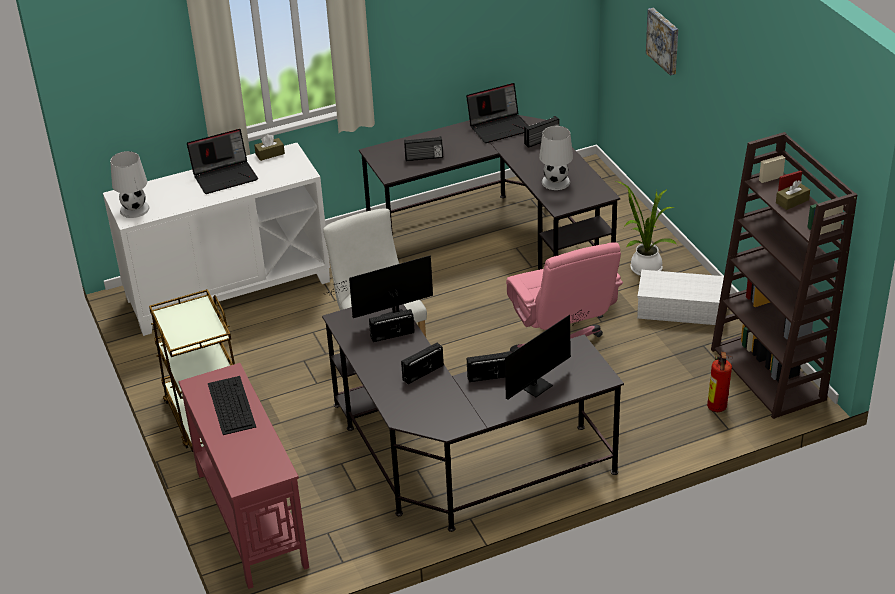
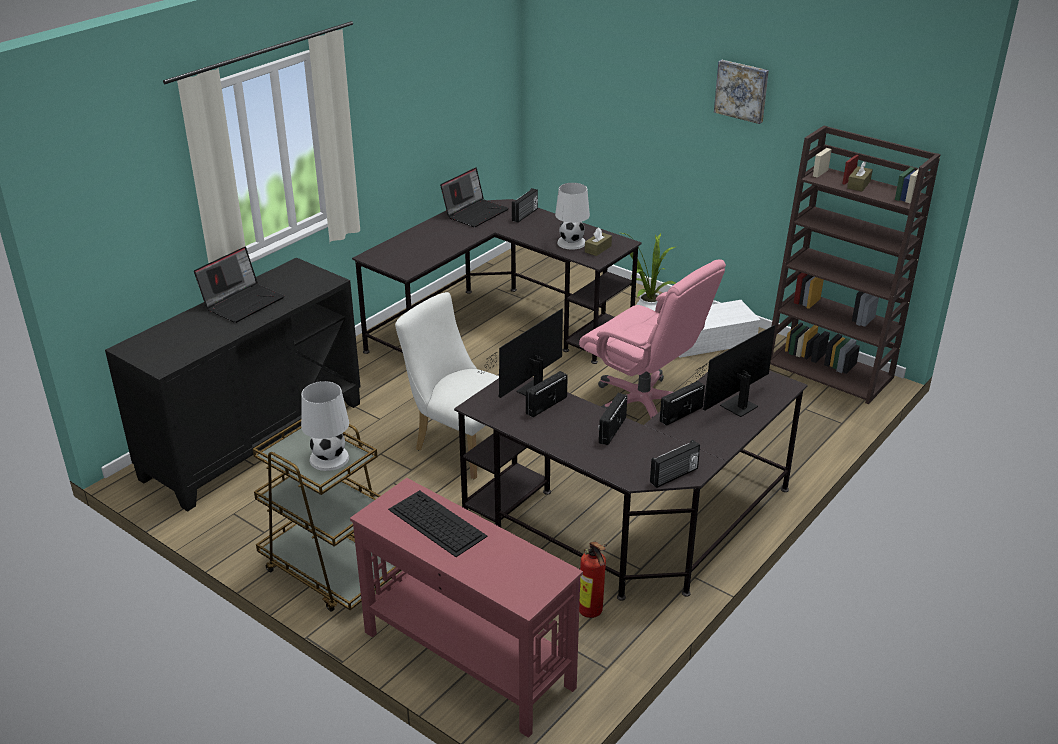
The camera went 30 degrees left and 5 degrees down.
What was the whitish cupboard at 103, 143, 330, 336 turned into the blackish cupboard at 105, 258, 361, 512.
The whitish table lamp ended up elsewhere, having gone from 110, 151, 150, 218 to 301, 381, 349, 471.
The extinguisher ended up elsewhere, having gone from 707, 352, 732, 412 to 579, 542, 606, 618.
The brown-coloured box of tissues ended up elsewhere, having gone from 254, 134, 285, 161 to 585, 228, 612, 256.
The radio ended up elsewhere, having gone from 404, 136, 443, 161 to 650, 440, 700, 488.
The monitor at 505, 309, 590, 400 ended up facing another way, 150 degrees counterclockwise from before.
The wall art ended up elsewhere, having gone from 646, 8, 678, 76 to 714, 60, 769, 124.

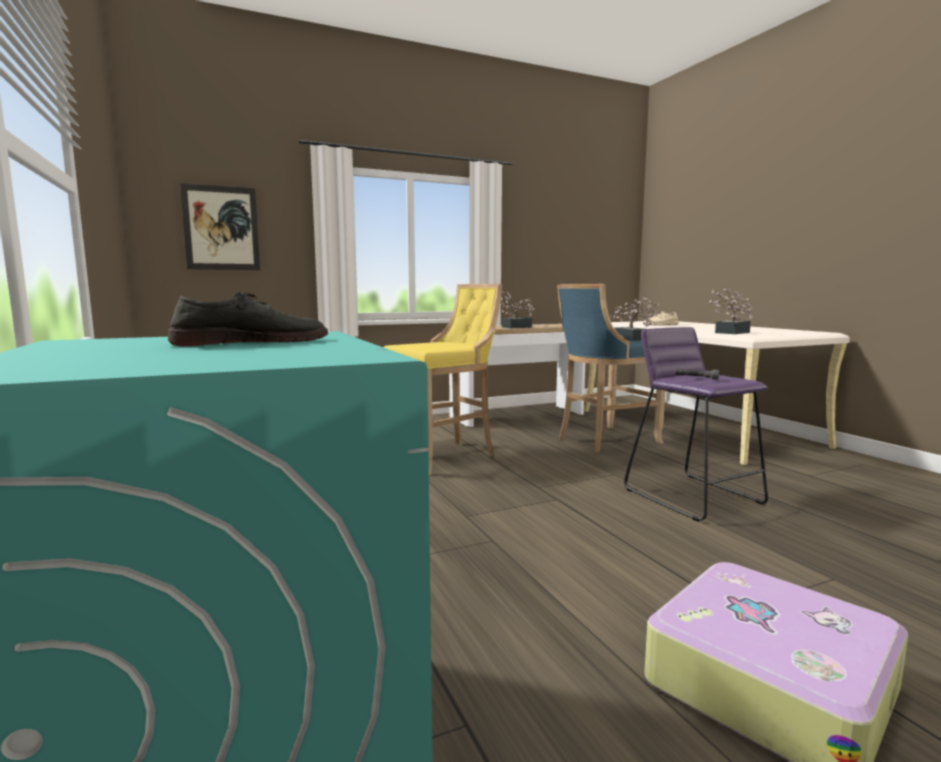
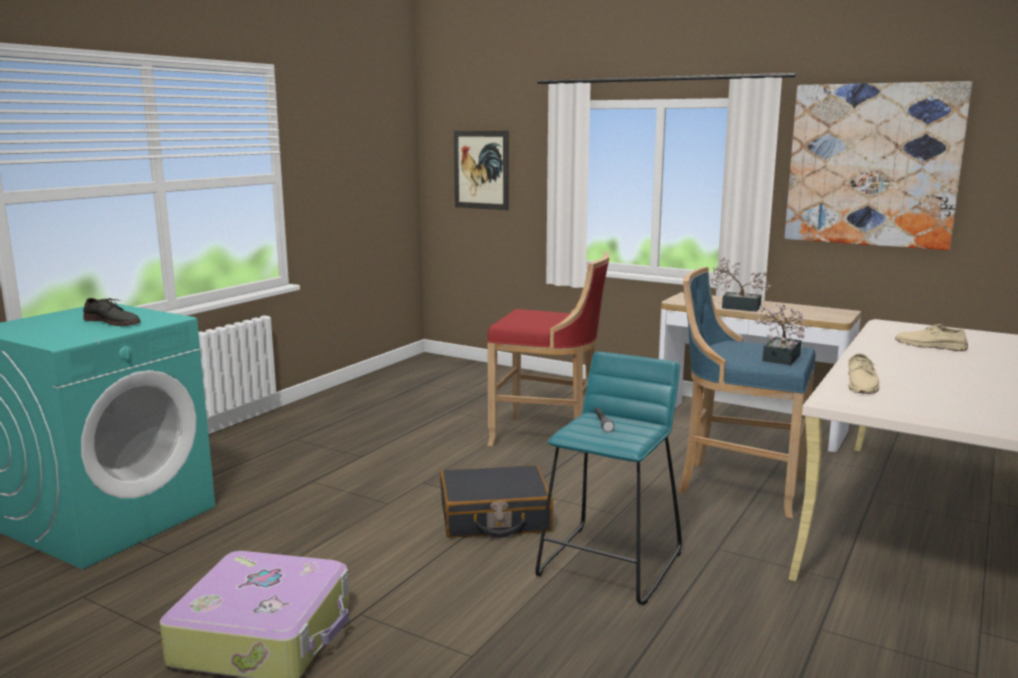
The camera went 55 degrees right and 5 degrees up.
The second view gained the blackish suitcase at 440, 465, 553, 538.
What was the yellowish sitting stool at 383, 284, 502, 475 turned into the red-coloured sitting stool at 487, 252, 610, 453.
What was the purplish sitting stool at 624, 327, 768, 522 turned into the blue-green sitting stool at 535, 352, 682, 605.
The second view gained the wall art at 784, 81, 972, 250.
Where the houseplant stood at 709, 288, 753, 334, the beige item of footwear came to stand at 848, 353, 879, 394.

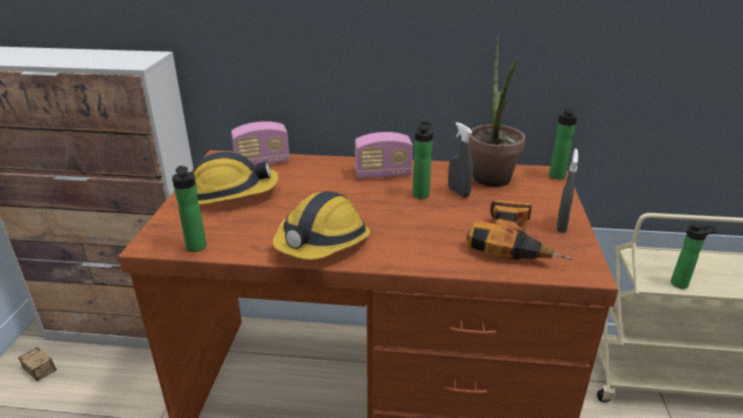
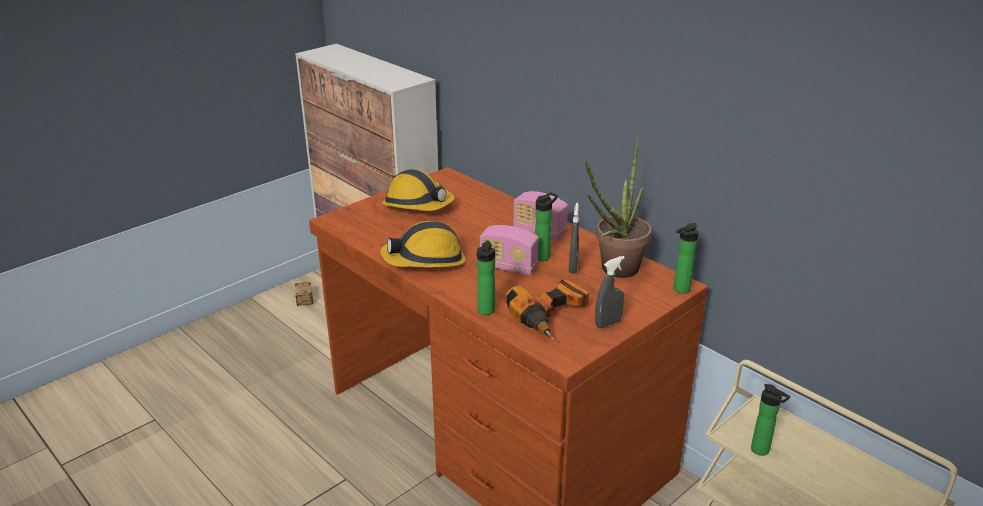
The camera went 40 degrees right and 0 degrees up.
The drink bottle ended up elsewhere, having gone from 172, 166, 207, 252 to 477, 241, 495, 315.
The radio ended up elsewhere, having gone from 231, 121, 290, 166 to 480, 225, 539, 275.

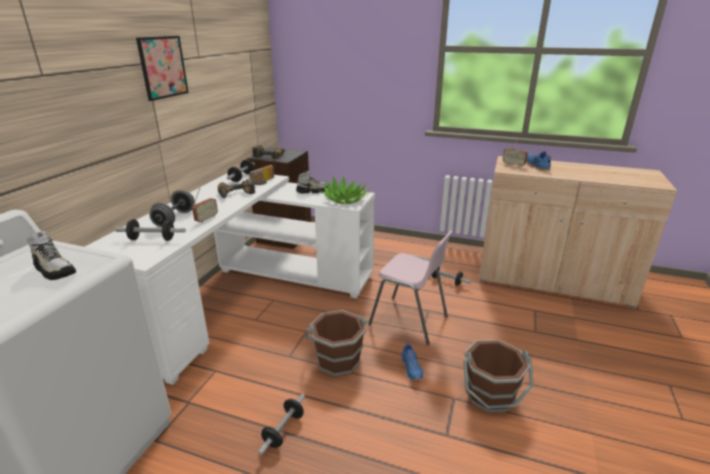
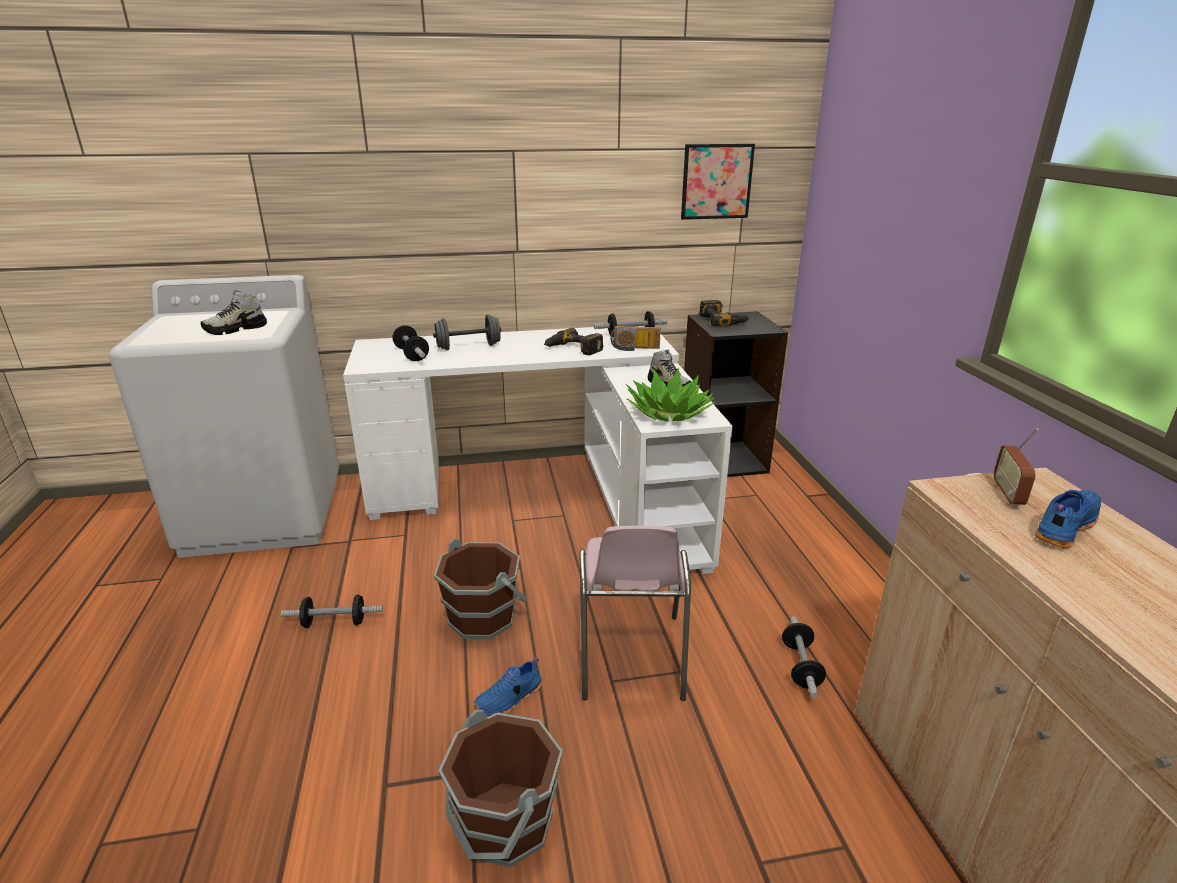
The camera went 60 degrees right and 0 degrees up.
The item of footwear at 27, 231, 76, 280 ended up facing another way, 45 degrees clockwise from before.
The wall art ended up elsewhere, having gone from 136, 36, 189, 101 to 681, 144, 755, 220.
The second view lost the radio at 192, 188, 218, 223.

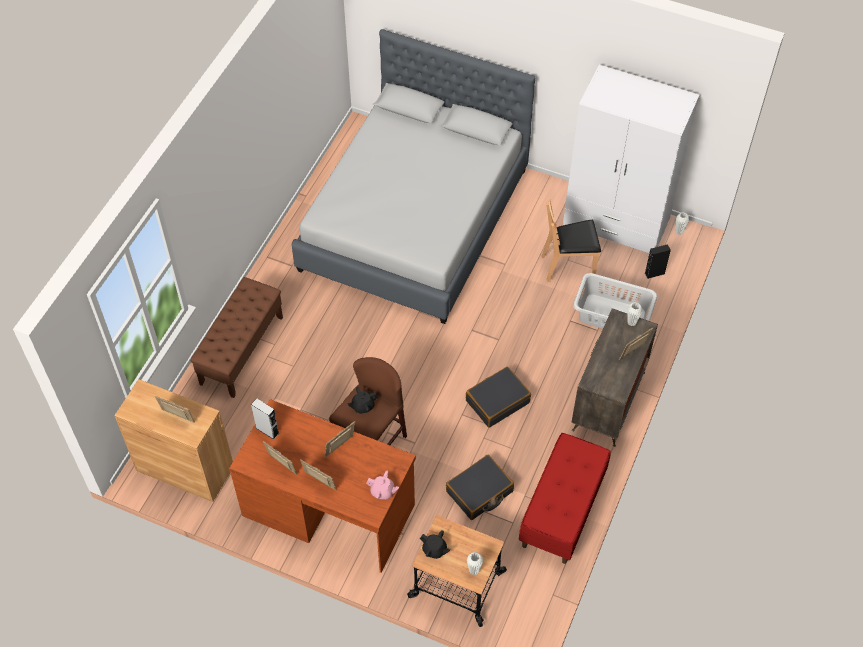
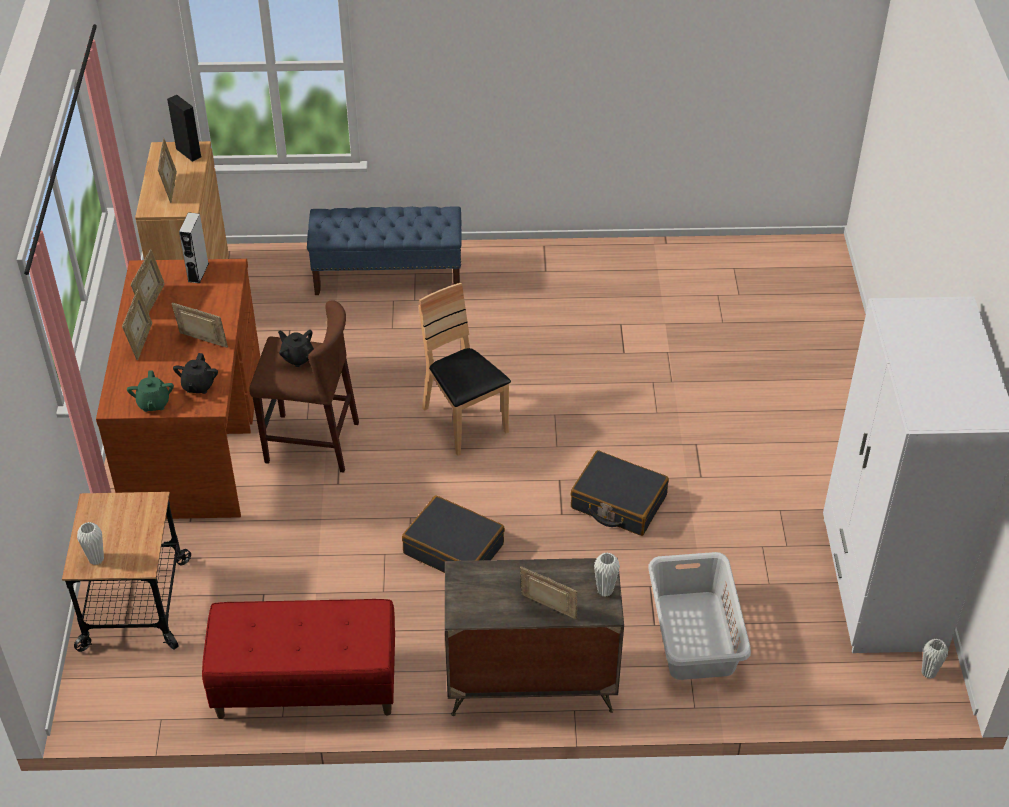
The camera went 65 degrees right and 10 degrees down.
What was the pink-coloured pot for tea at 366, 470, 399, 499 turned into the greenish pot for tea at 127, 370, 174, 412.
The blackish audio speaker ended up elsewhere, having gone from 645, 244, 671, 279 to 167, 95, 201, 162.
The blackish pot for tea ended up elsewhere, having gone from 420, 530, 450, 559 to 173, 353, 218, 394.
What was the brown-coloured long seat at 190, 277, 283, 398 turned into the blue-coloured long seat at 307, 206, 462, 295.
The brown-coloured chair ended up elsewhere, having gone from 542, 198, 601, 282 to 418, 283, 511, 456.
The blackish suitcase ended up elsewhere, having gone from 446, 455, 514, 520 to 571, 450, 669, 536.
The second view lost the gray sleeping bed at 292, 29, 535, 324.

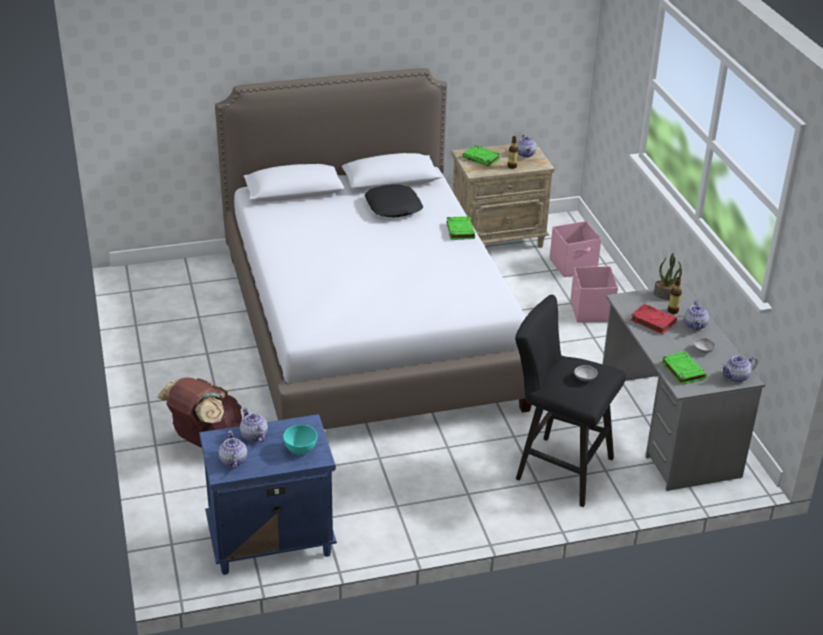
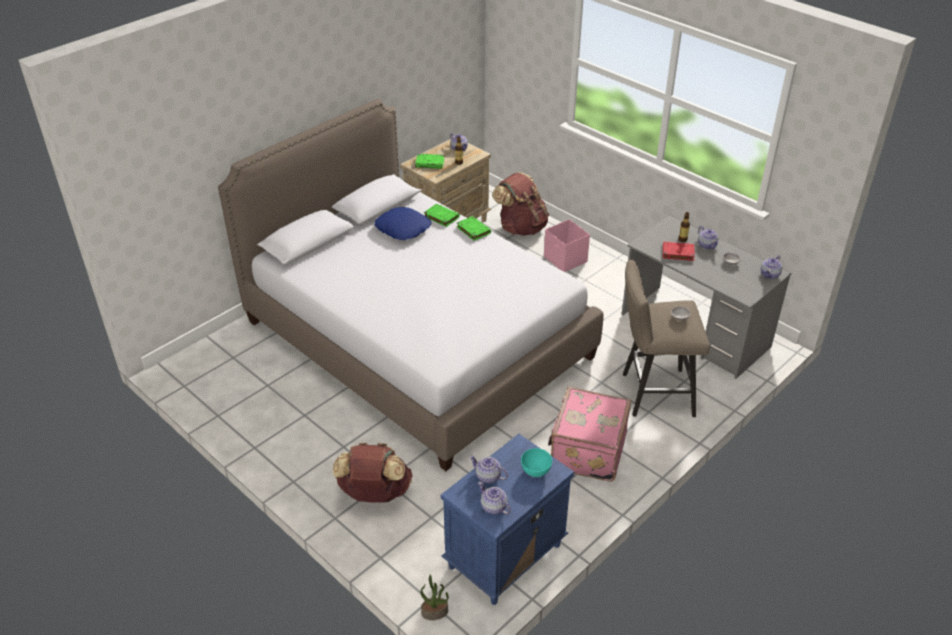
The camera went 30 degrees left and 5 degrees up.
What was the blackish pillow at 365, 184, 423, 217 turned into the blue-coloured pillow at 374, 207, 432, 240.
The houseplant ended up elsewhere, having gone from 654, 253, 682, 300 to 421, 575, 449, 620.
The greenish book ended up elsewhere, having gone from 661, 351, 707, 385 to 424, 204, 460, 227.
Where the pink-coloured storage container stood at 550, 221, 601, 277, the brown-coloured rucksack came to stand at 492, 172, 549, 236.
The second view gained the pink-coloured suitcase at 548, 387, 631, 482.
What was the blackish sitting stool at 515, 294, 626, 507 turned into the beige sitting stool at 623, 260, 710, 417.

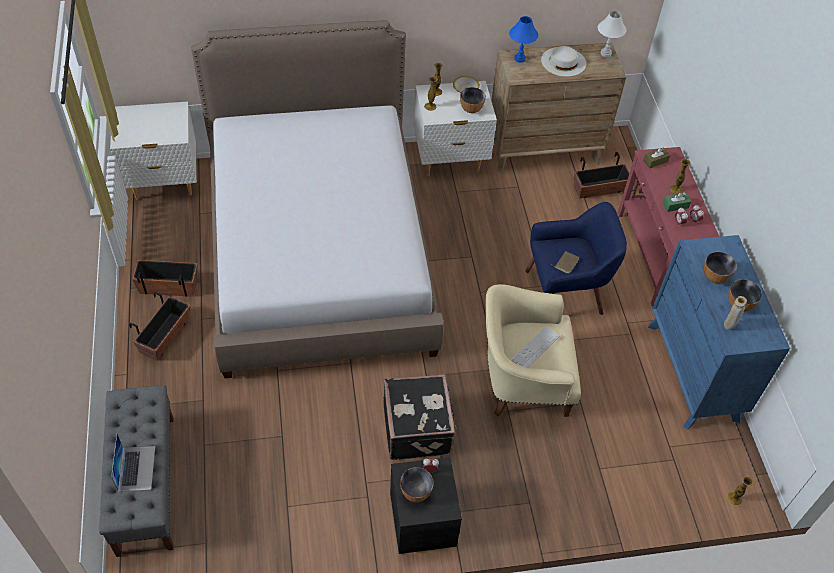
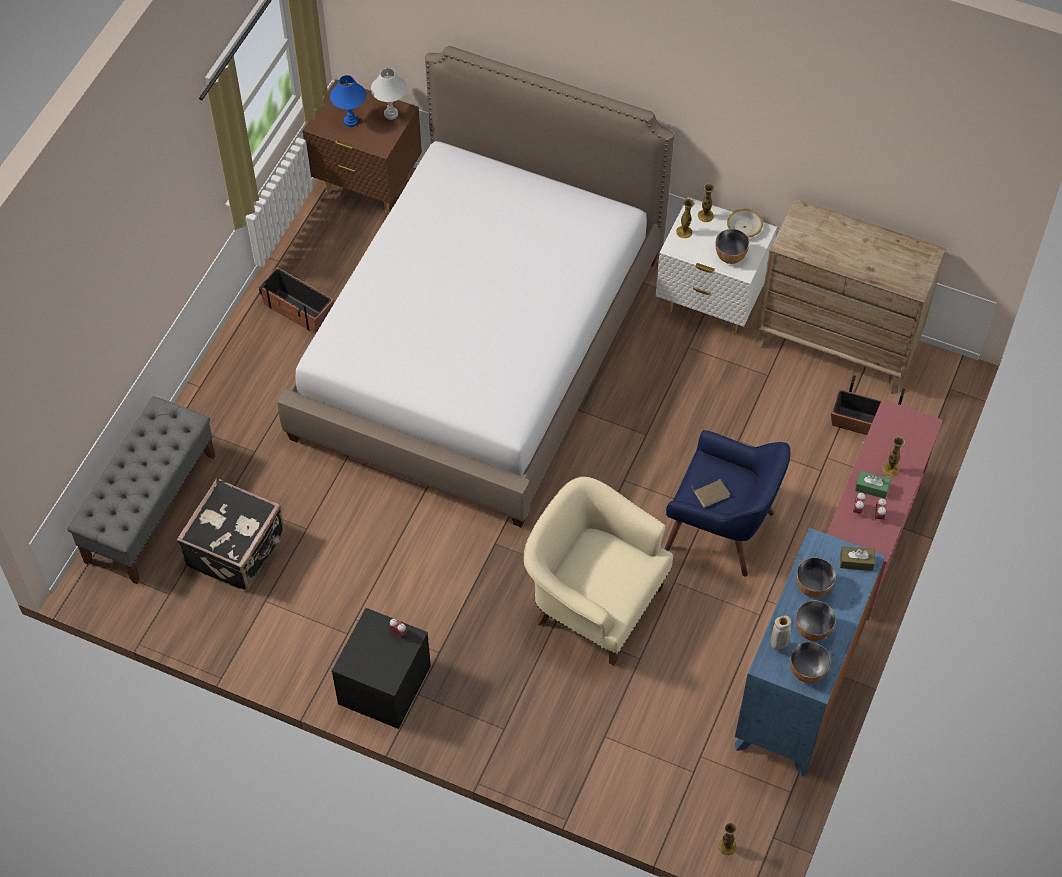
The camera went 35 degrees right and 5 degrees up.
The blackish suitcase ended up elsewhere, having gone from 383, 374, 456, 460 to 177, 478, 285, 591.
What was the whitish bedside table at 110, 102, 197, 200 turned into the brown-coloured bedside table at 302, 79, 422, 214.
The blue-coloured table lamp ended up elsewhere, having gone from 509, 16, 538, 63 to 330, 75, 366, 127.
The whitish table lamp ended up elsewhere, having gone from 598, 11, 626, 57 to 371, 68, 407, 120.
The serving bowl ended up elsewhere, having gone from 400, 467, 434, 502 to 790, 642, 831, 683.
The brown-coloured box of tissues ended up elsewhere, having gone from 643, 147, 670, 168 to 840, 546, 875, 571.
The second view lost the portable computer at 111, 434, 155, 492.
The second view lost the planter at 129, 292, 191, 361.
The second view lost the computer keyboard at 511, 326, 560, 368.
The second view lost the whitish clothing hat at 541, 46, 586, 77.

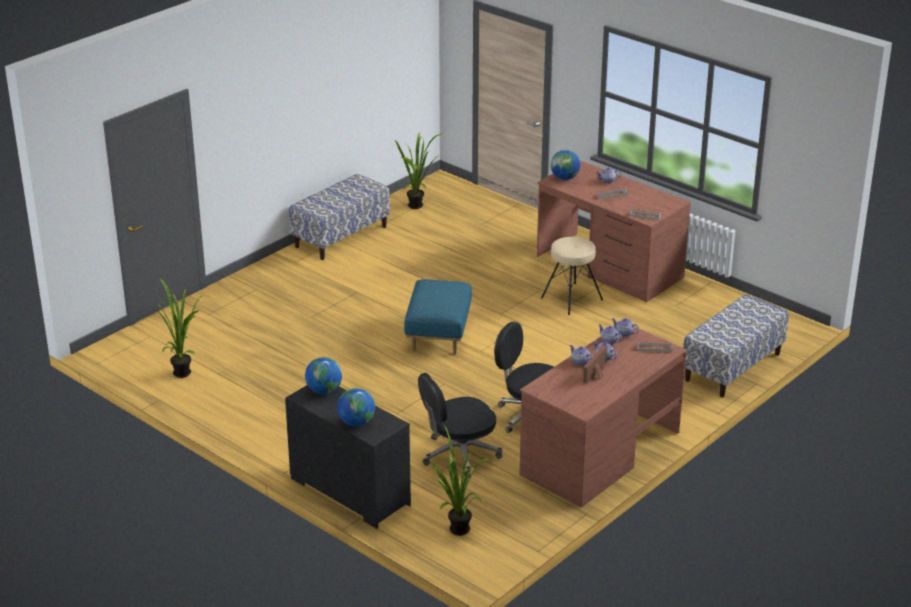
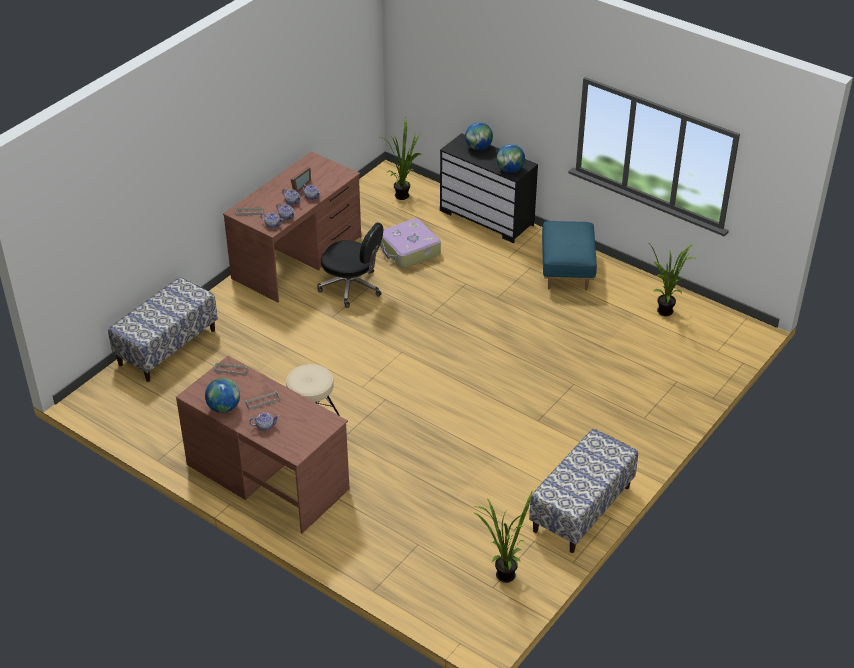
The camera went 175 degrees right and 10 degrees up.
The world globe ended up elsewhere, having gone from 551, 150, 580, 180 to 205, 378, 240, 413.
Where the blackish office chair stood at 418, 373, 502, 478, the suitcase came to stand at 380, 218, 441, 268.
The blue-coloured footrest ended up elsewhere, having gone from 404, 279, 472, 354 to 542, 221, 597, 290.

